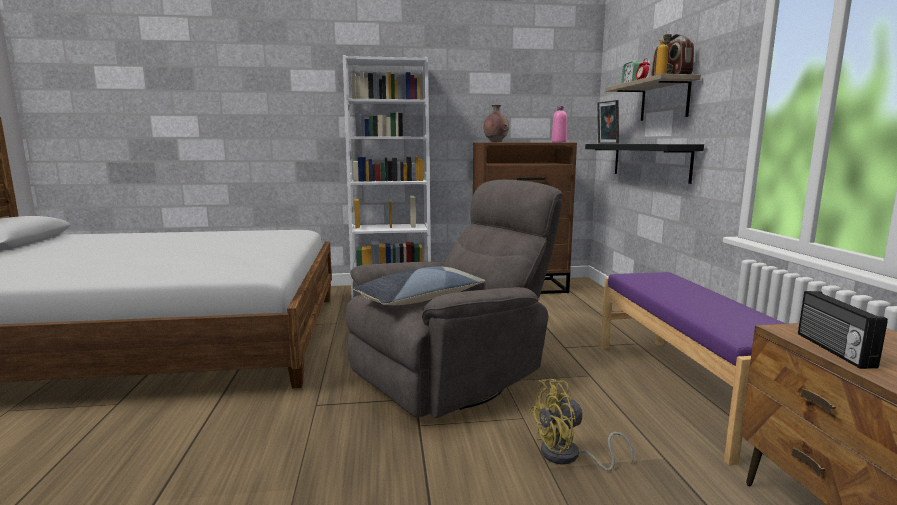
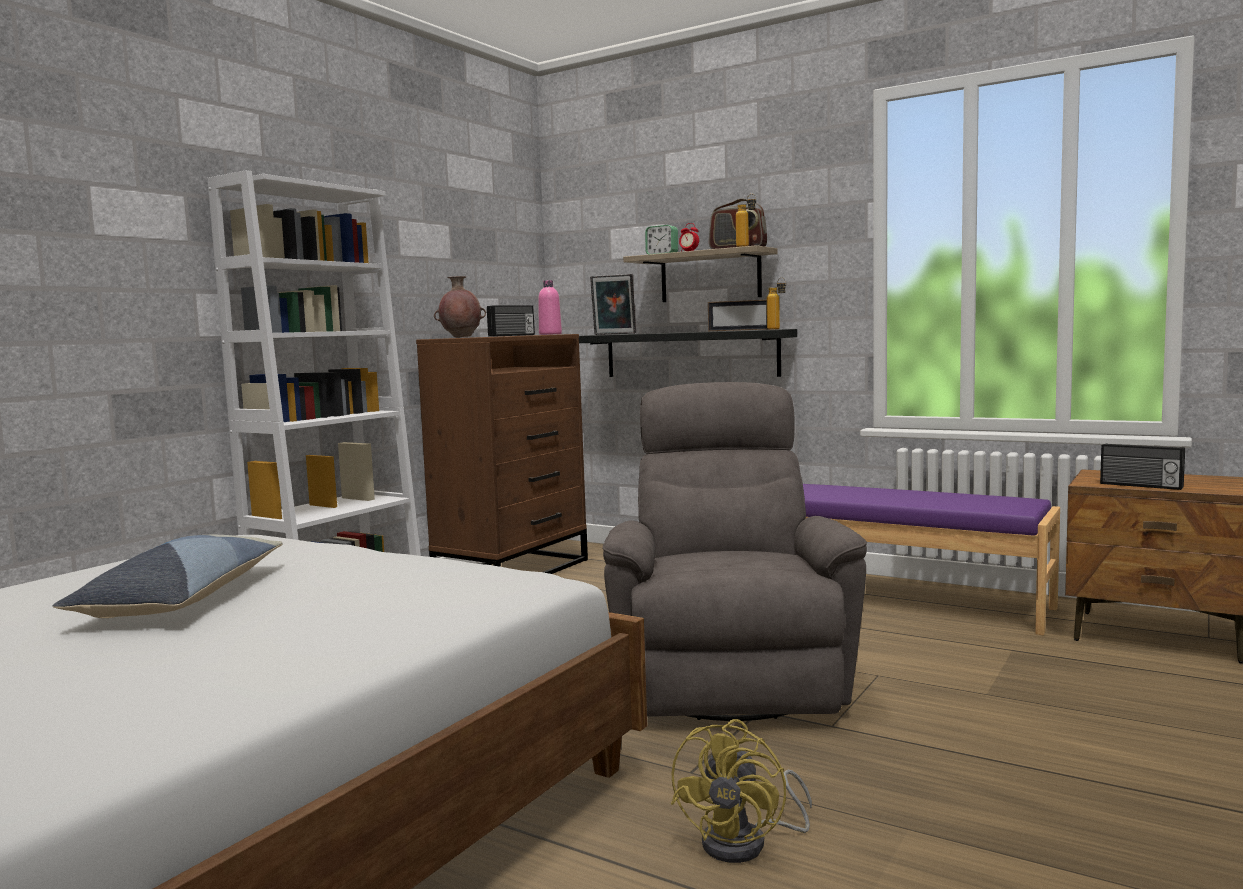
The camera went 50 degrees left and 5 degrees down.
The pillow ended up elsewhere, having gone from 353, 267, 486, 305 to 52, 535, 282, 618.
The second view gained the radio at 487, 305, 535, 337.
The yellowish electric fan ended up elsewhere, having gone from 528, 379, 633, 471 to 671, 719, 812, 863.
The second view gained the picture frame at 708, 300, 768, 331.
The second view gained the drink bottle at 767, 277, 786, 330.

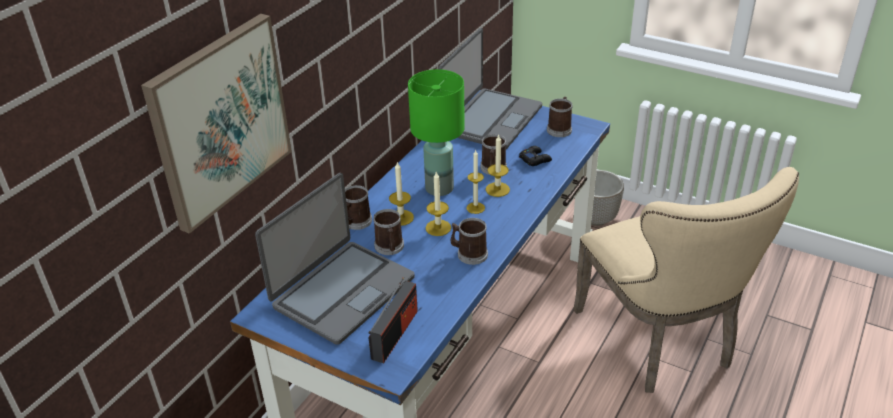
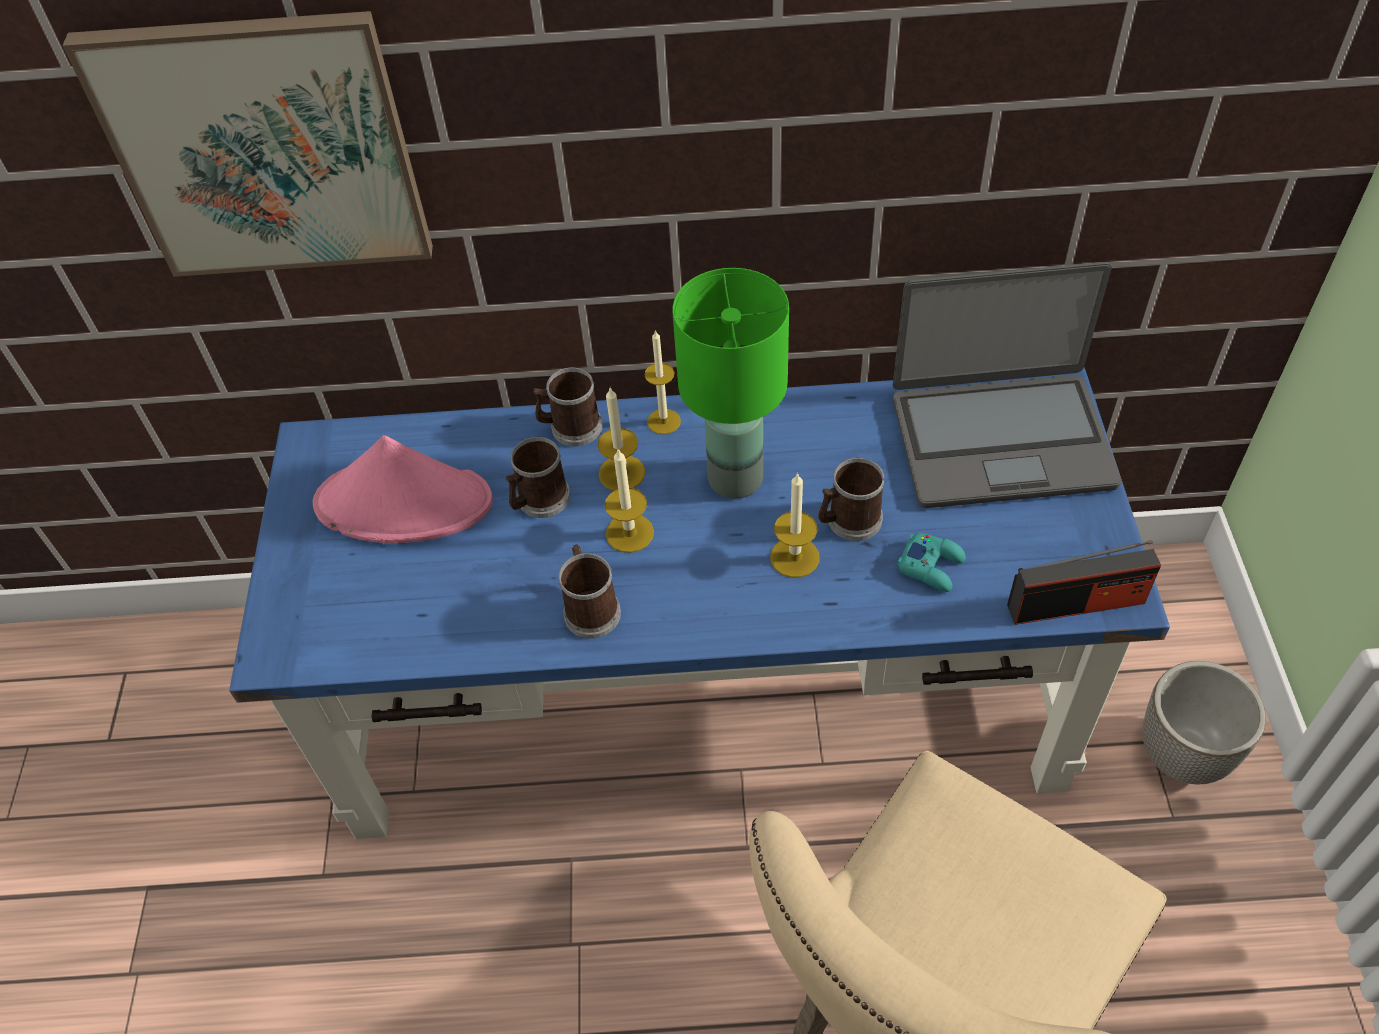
The camera went 60 degrees right and 15 degrees up.
Where the portable computer stood at 255, 173, 415, 345, the pink-coloured clothing hat came to stand at 313, 435, 493, 543.
The candle ended up elsewhere, having gone from 466, 149, 485, 214 to 645, 330, 681, 434.
What was the blackish gamepad at 519, 146, 552, 166 turned into the blue-green gamepad at 897, 533, 966, 592.
The radio ended up elsewhere, having gone from 368, 277, 418, 363 to 1007, 540, 1161, 625.
The second view lost the tea mug at 547, 97, 572, 137.

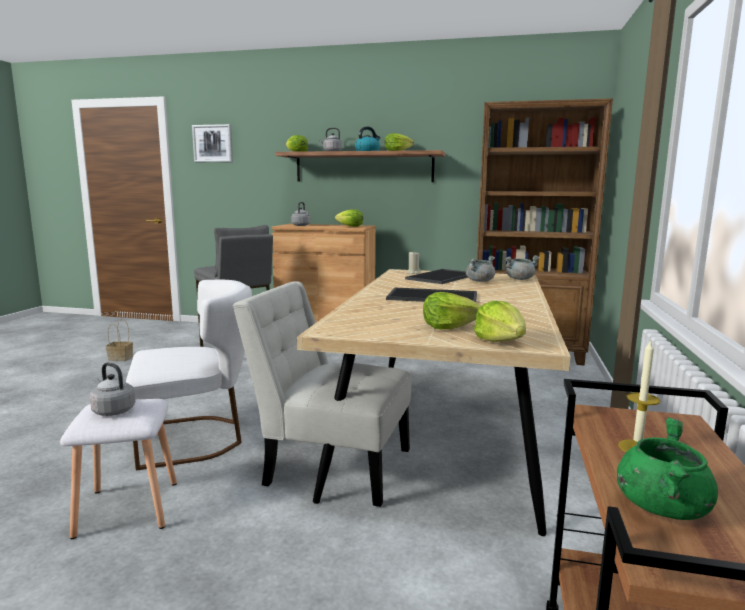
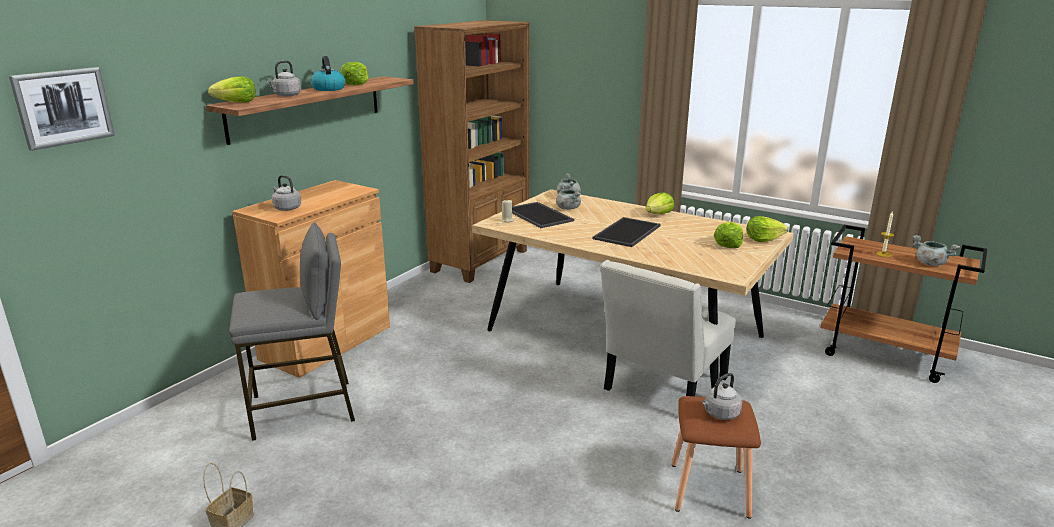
The camera went 70 degrees left and 10 degrees up.
The head of lettuce ended up elsewhere, having gone from 335, 209, 363, 227 to 646, 193, 674, 214.
What was the whitish sitting stool at 60, 399, 177, 539 turned into the brown-coloured sitting stool at 671, 396, 761, 519.
What was the greenish saucepot at 617, 418, 718, 520 turned into the gray saucepot at 912, 235, 960, 266.
The second view lost the whitish chair at 126, 280, 252, 470.

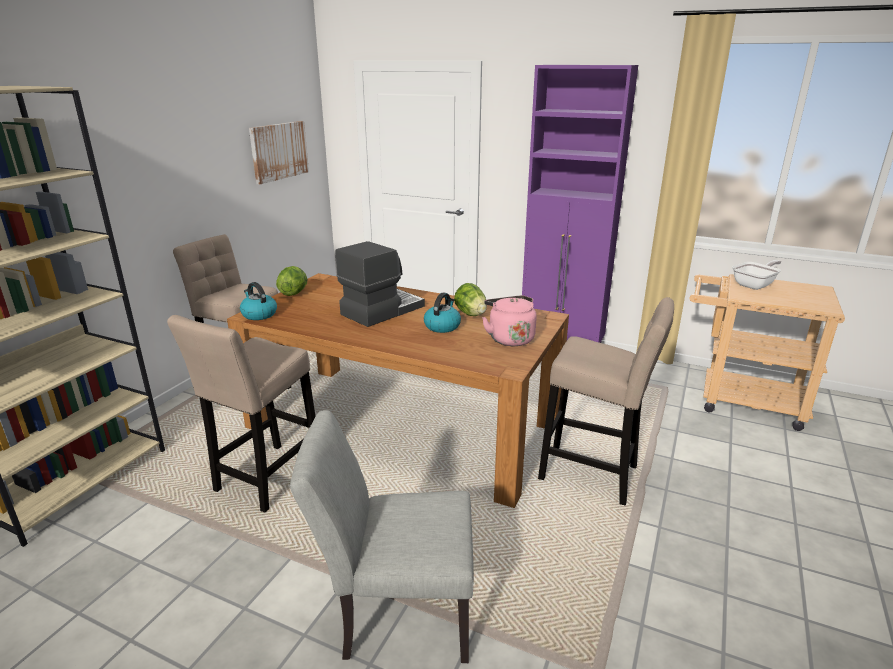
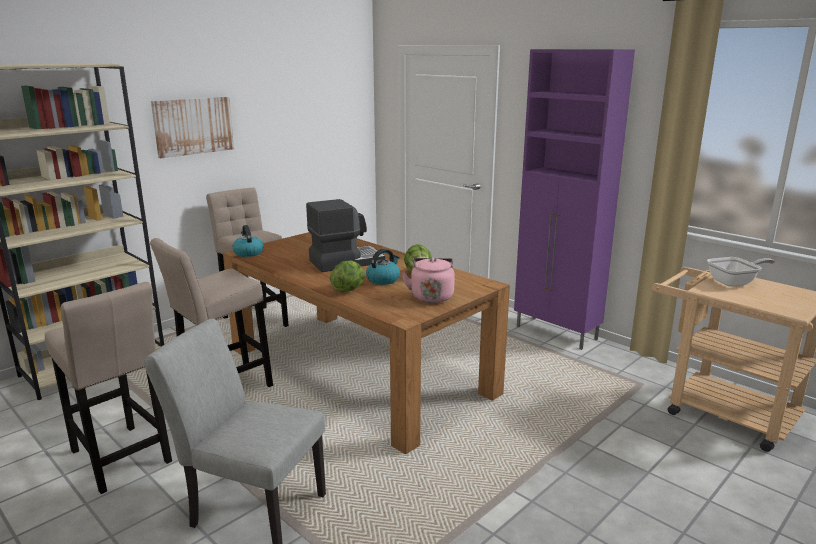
The camera went 20 degrees right and 5 degrees down.
The beige sitting stool ended up elsewhere, having gone from 538, 297, 674, 506 to 45, 282, 172, 494.
The wall art ended up elsewhere, having gone from 249, 121, 309, 185 to 151, 97, 234, 158.
The head of lettuce ended up elsewhere, having gone from 276, 266, 308, 296 to 330, 260, 365, 292.

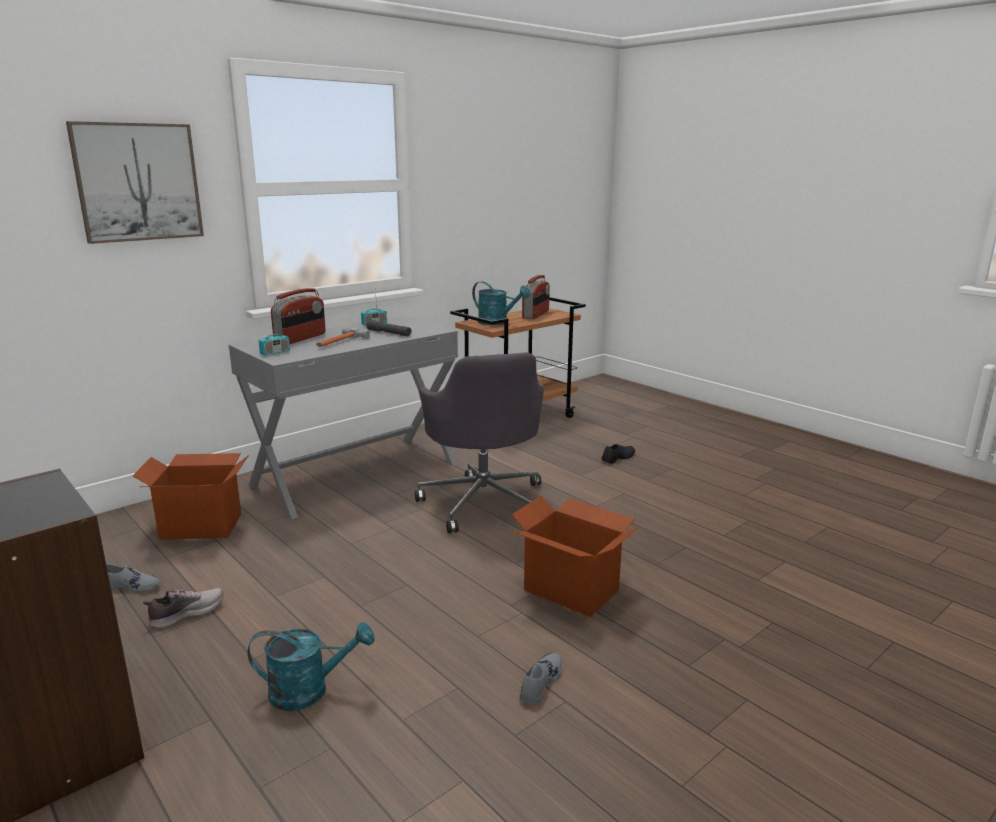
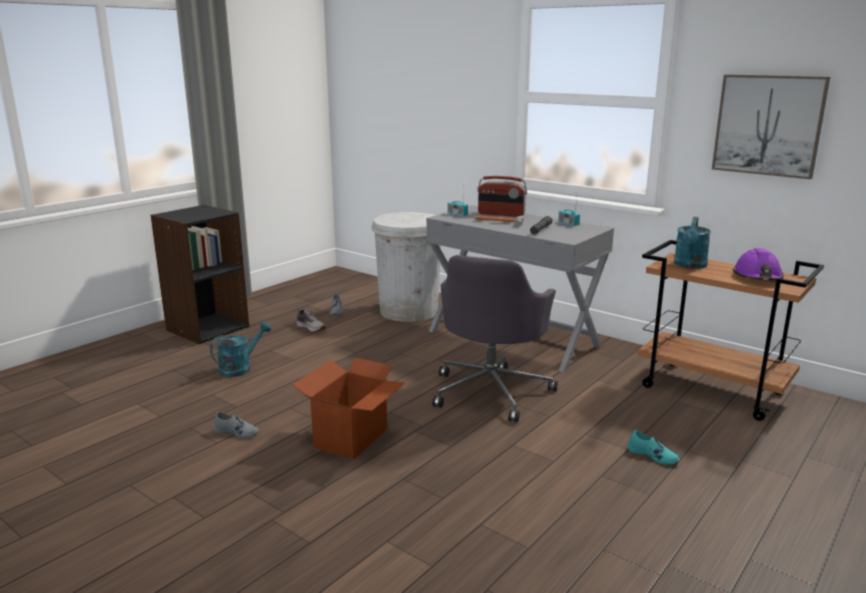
The camera went 80 degrees right and 0 degrees up.
The blue-green watering can at 247, 622, 375, 711 ended up facing another way, 120 degrees counterclockwise from before.
Where the carton stood at 133, 453, 249, 540, the whitish rubbish bin came to stand at 371, 212, 441, 322.
The gray office chair at 415, 352, 544, 533 ended up facing another way, 45 degrees counterclockwise from before.
What was the blackish item of footwear at 602, 444, 635, 464 turned into the blue-green item of footwear at 627, 430, 680, 465.
The wall art ended up elsewhere, having gone from 66, 121, 204, 244 to 712, 74, 830, 179.
Where the radio stood at 522, 275, 550, 319, the purplish hard hat came to stand at 733, 248, 784, 280.

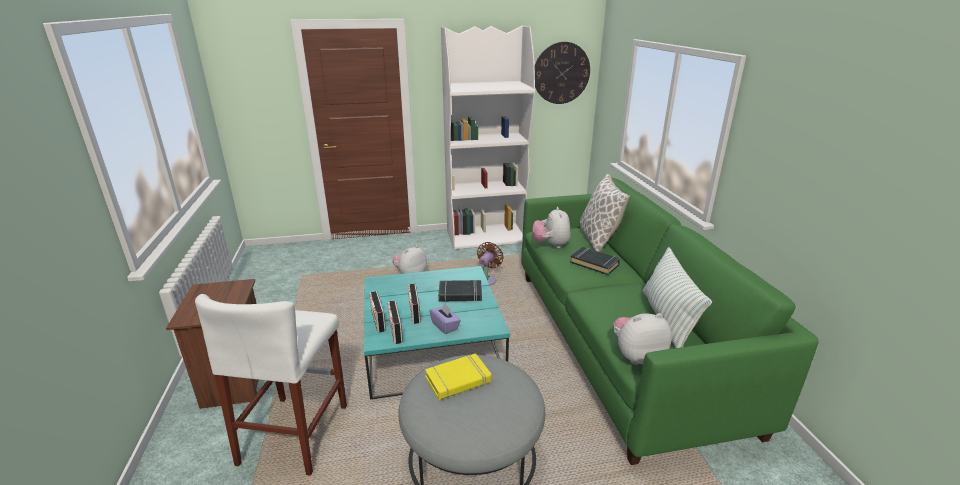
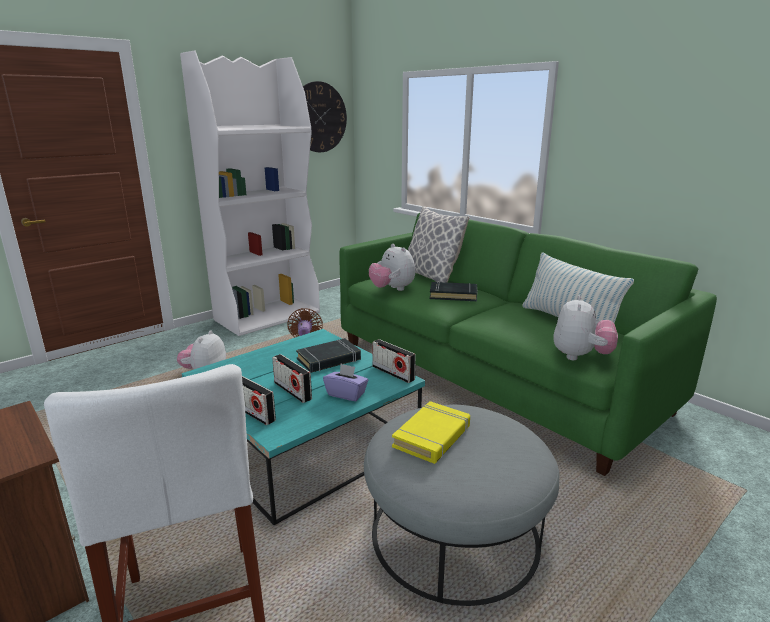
The camera went 30 degrees left and 5 degrees down.
The radio ended up elsewhere, having gone from 388, 301, 403, 344 to 372, 339, 416, 383.
The soft toy at 613, 313, 672, 365 ended up facing another way, 150 degrees clockwise from before.

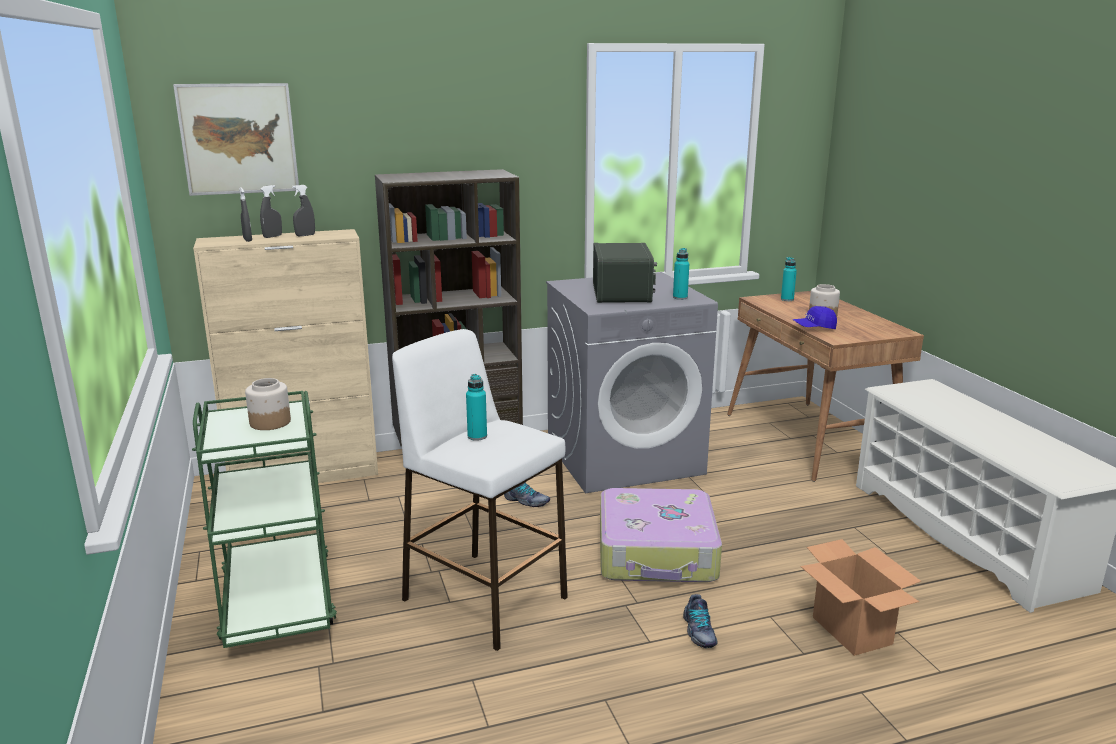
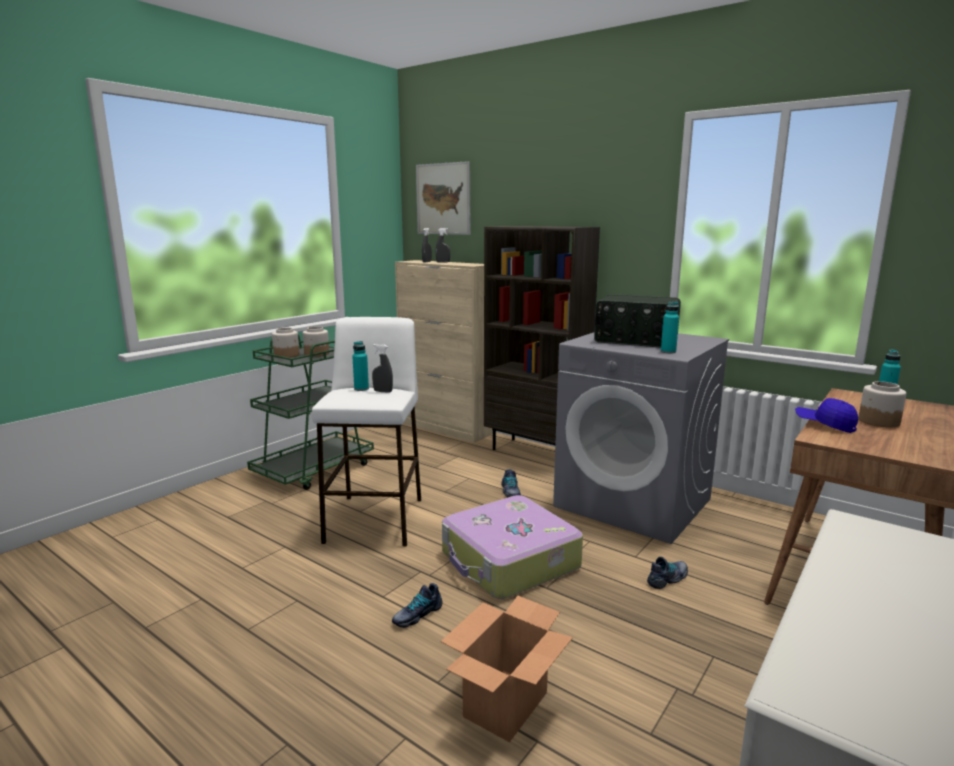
The camera went 55 degrees right and 5 degrees down.
The second view gained the storage jar at 272, 328, 299, 358.
The gray hand sprayer ended up elsewhere, having gone from 292, 185, 315, 236 to 372, 344, 393, 393.
The radio at 593, 243, 657, 303 ended up facing another way, 60 degrees clockwise from before.
The second view gained the item of footwear at 647, 557, 688, 589.

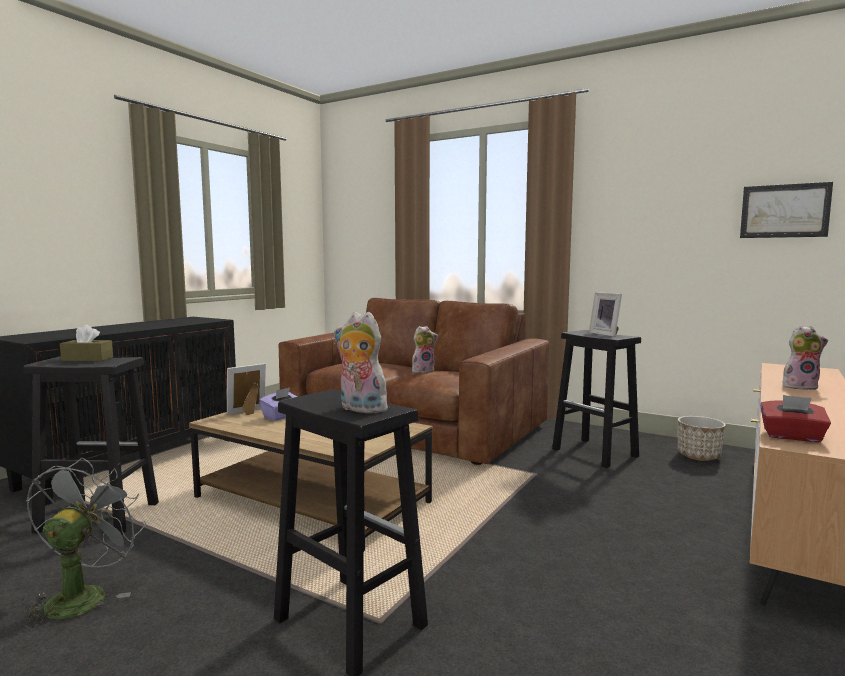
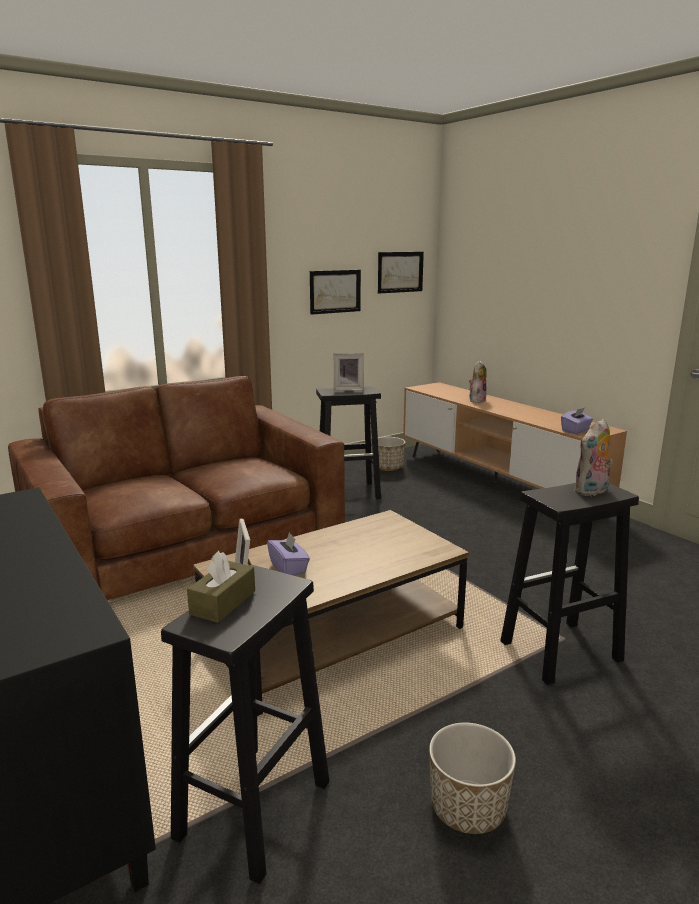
The camera went 65 degrees left and 10 degrees up.
The second view gained the wall art at 310, 270, 361, 315.
Where the gray electric fan stood at 23, 458, 146, 629, the planter came to stand at 429, 723, 516, 834.
What was the red-coloured box of tissues at 760, 395, 831, 442 turned into the purplish box of tissues at 561, 408, 593, 434.
The second view lost the soft toy at 412, 326, 438, 373.

